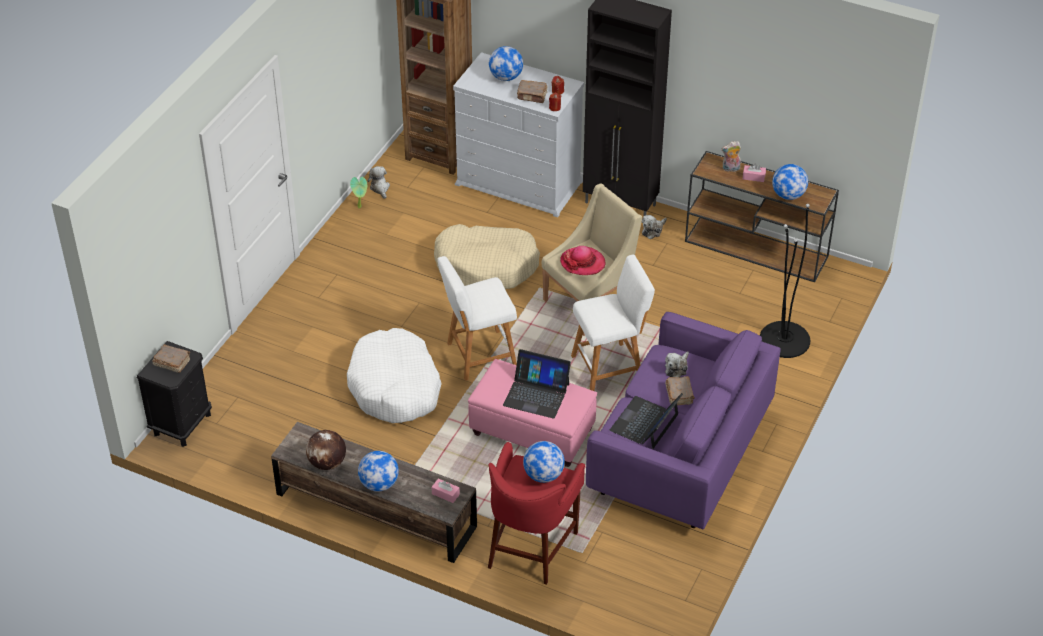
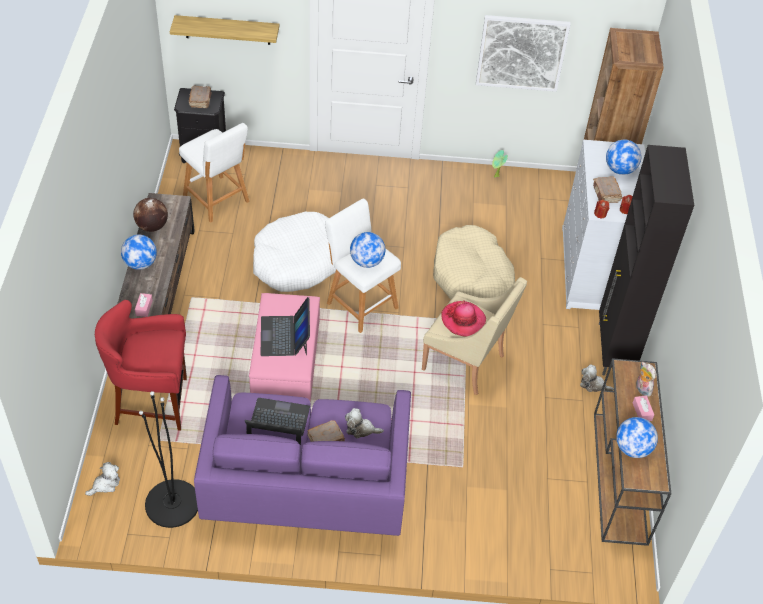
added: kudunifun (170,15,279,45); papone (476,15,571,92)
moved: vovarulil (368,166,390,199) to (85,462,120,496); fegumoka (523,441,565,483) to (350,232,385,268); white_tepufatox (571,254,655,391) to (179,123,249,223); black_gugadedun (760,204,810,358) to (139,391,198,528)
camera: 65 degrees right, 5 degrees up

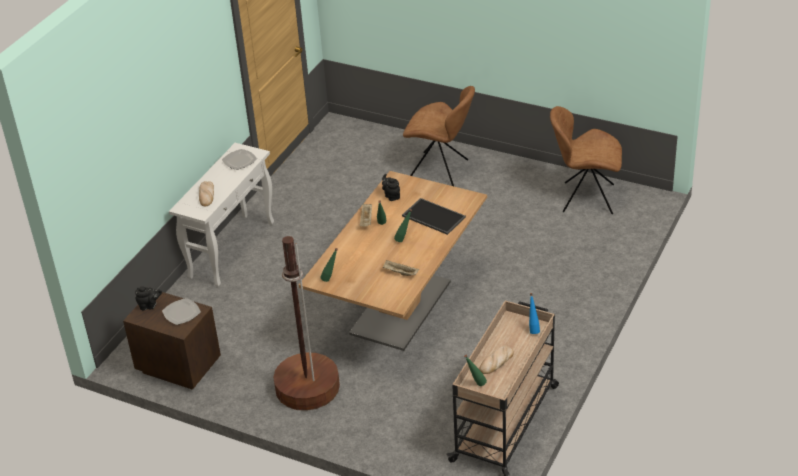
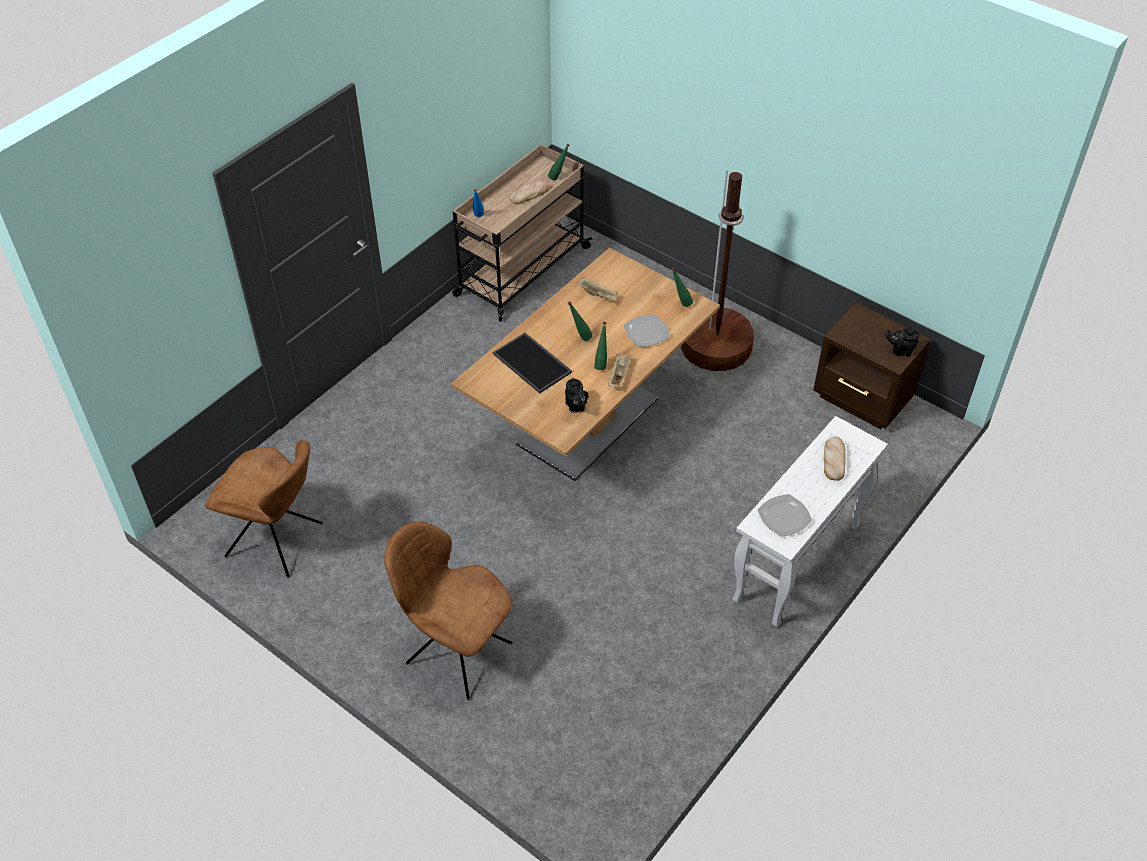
moved: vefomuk (162,298,201,325) to (624,314,670,347)
camera: 170 degrees left, 10 degrees up

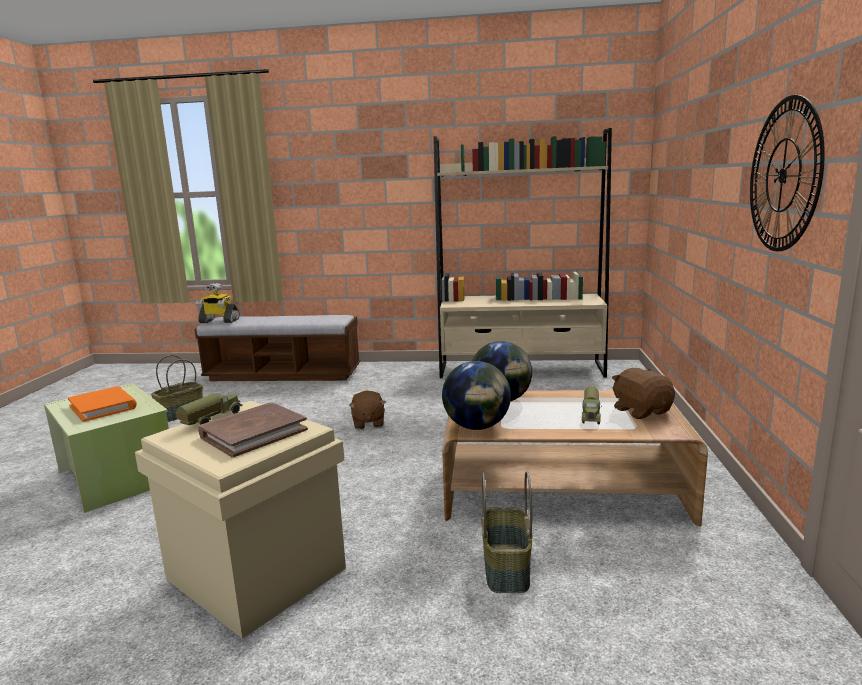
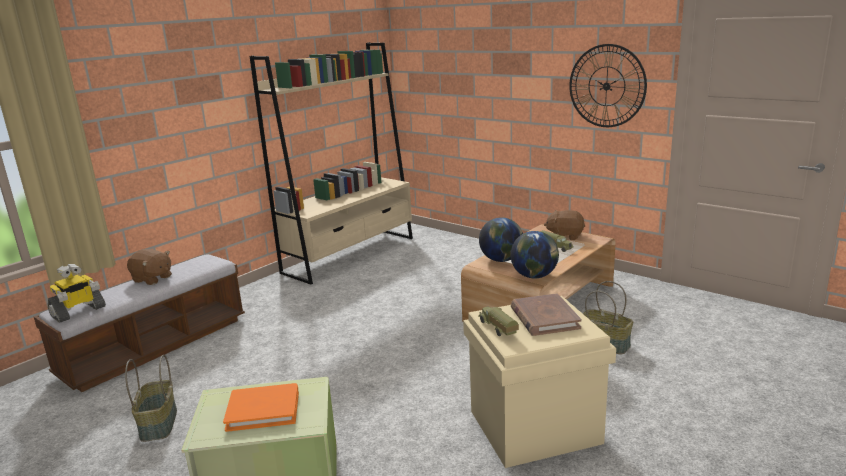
moved: brown_vovarulil (349,391,386,429) to (127,249,172,285)
camera: 55 degrees left, 5 degrees up

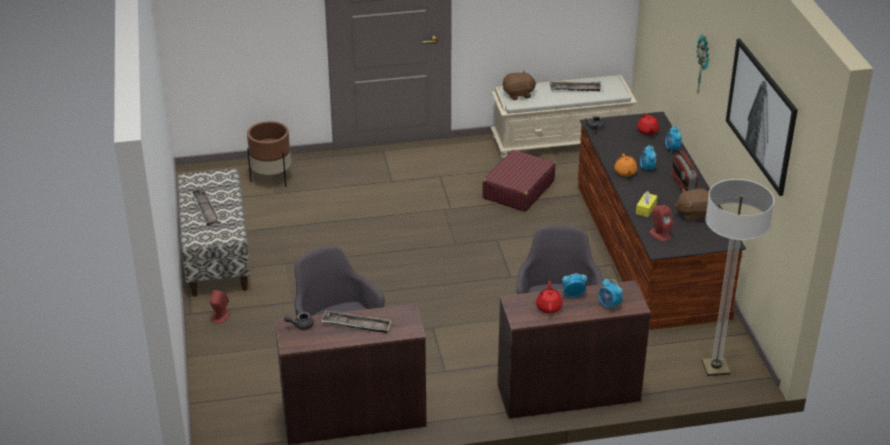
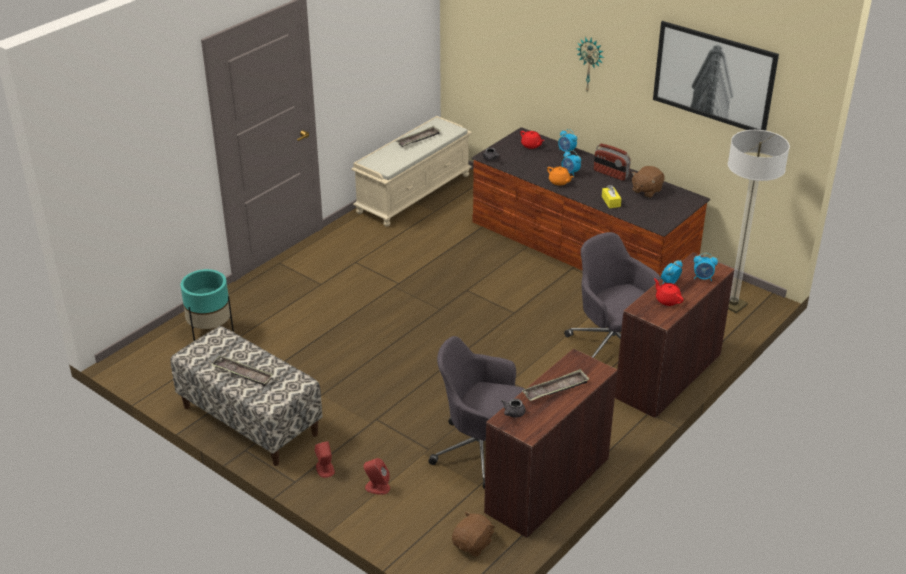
removed: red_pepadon (482,150,556,212)
moved: brown_vovarulil (503,71,537,100) to (452,511,495,557); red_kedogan (650,205,673,241) to (363,458,390,495)
recoloured: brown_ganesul (247,121,291,187) to turquoise_ganesul (181,269,234,341)
camera: 40 degrees left, 0 degrees up

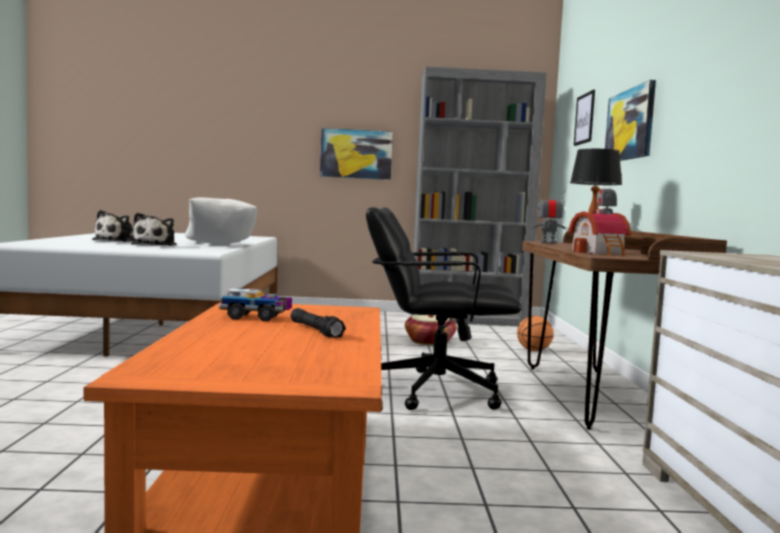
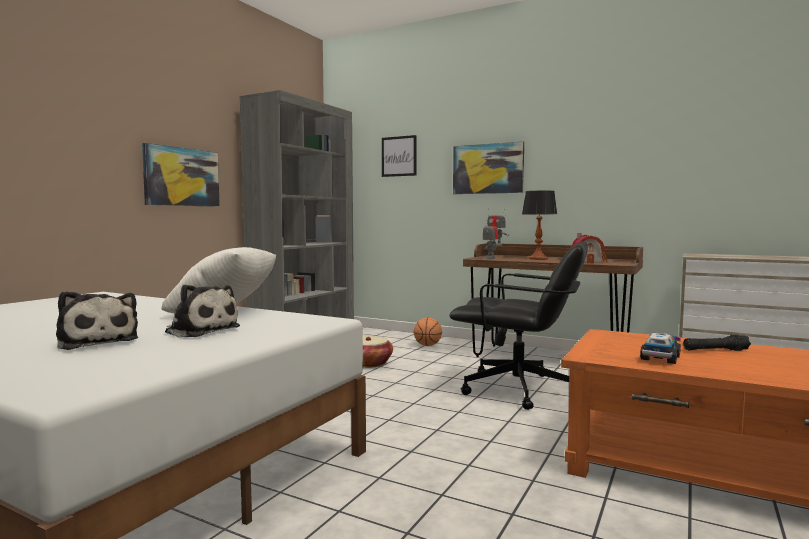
turned: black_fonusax (366,207,522,410) = (449,241,588,410) 105 degrees counterclockwise
camera: 60 degrees left, 0 degrees up

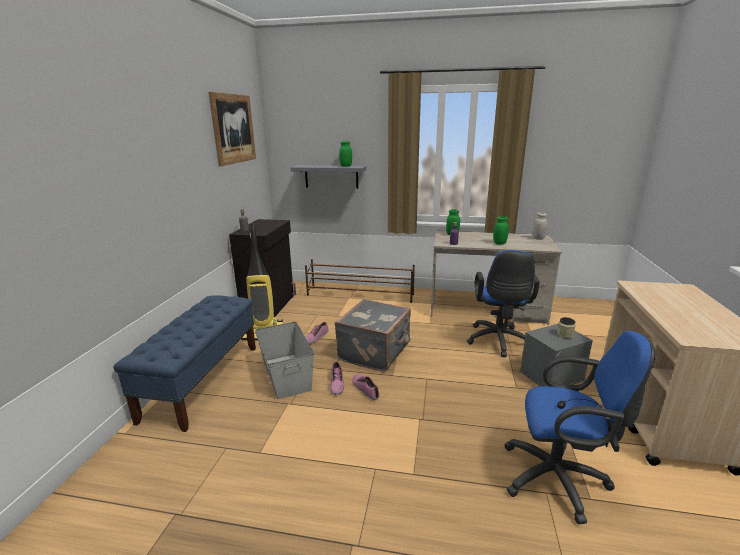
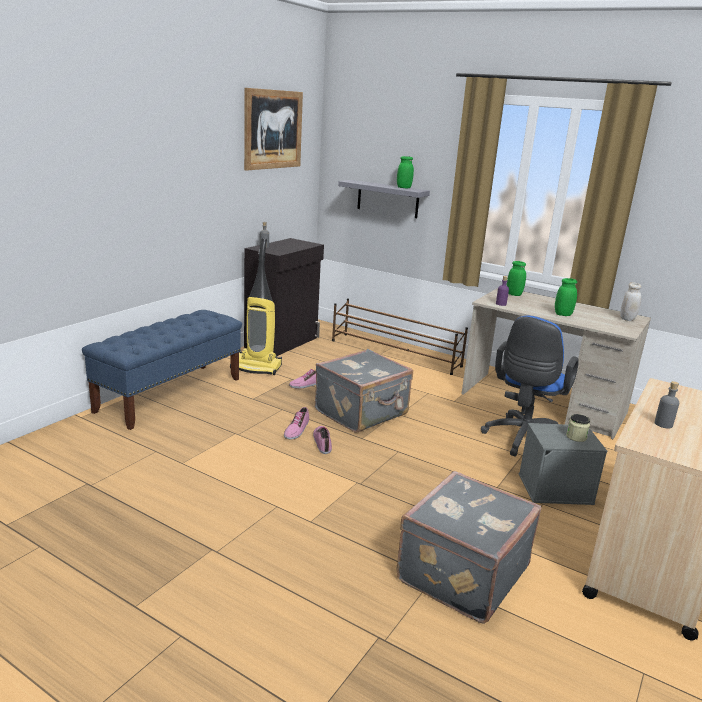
removed: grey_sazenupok (255,322,314,399)
added: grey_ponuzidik (654,381,679,428)
replaced: blue_fonusax (504,331,655,524) to grey_pepadon (396,471,541,624)
camera: 20 degrees right, 0 degrees up

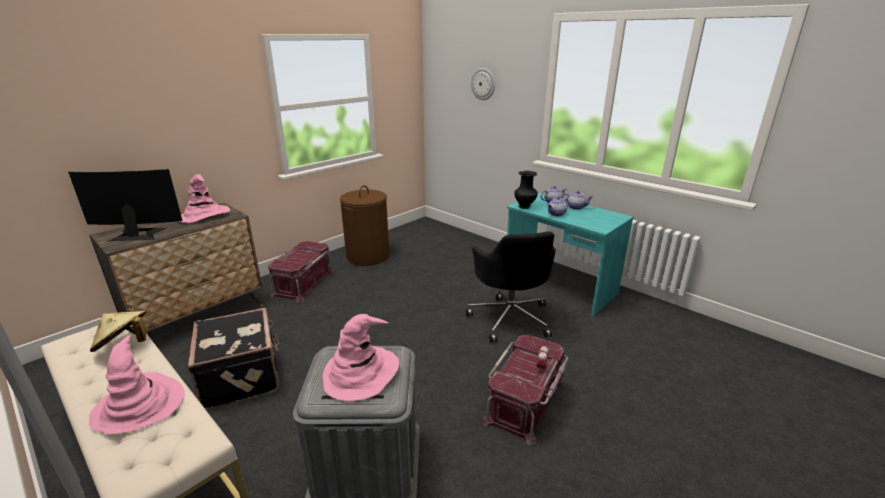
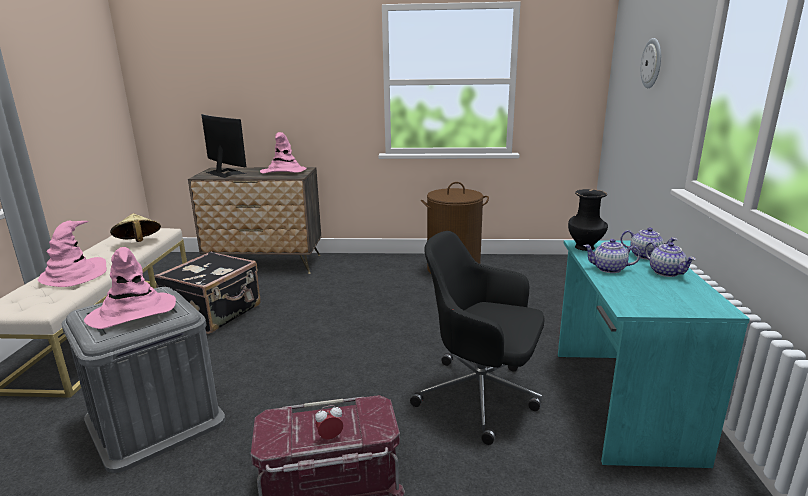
removed: red_sazenupok (267,241,334,302)
turned: black_fonusax (466,231,556,342) = (410,231,545,445) 75 degrees clockwise
camera: 50 degrees right, 5 degrees down

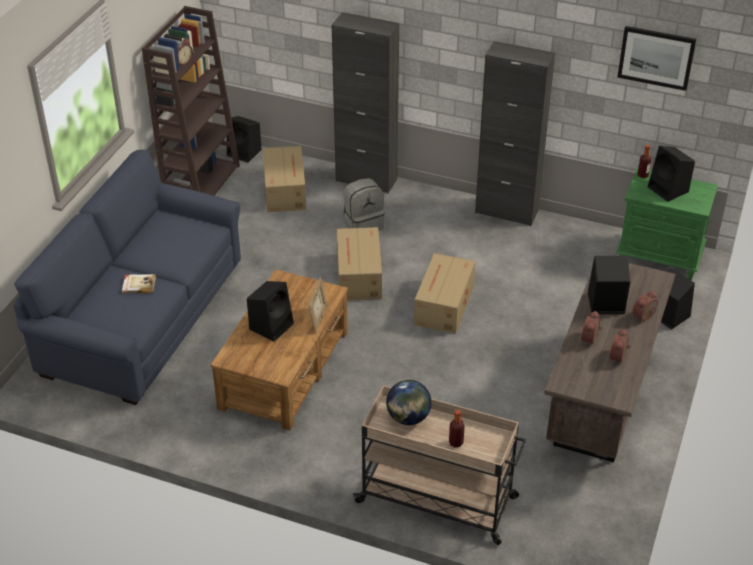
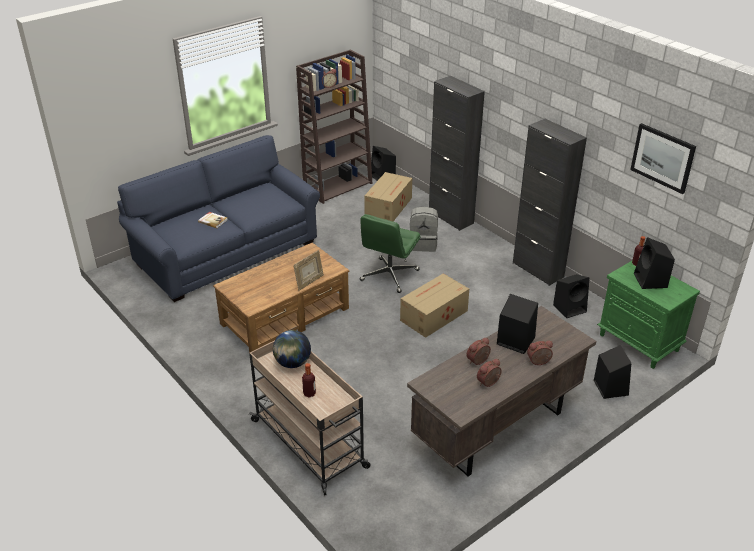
moved: black_kedogan (247,281,294,342) to (553,274,590,318)
replaced: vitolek (337,227,382,300) to green_fonusax (360,214,421,293)
camera: 30 degrees right, 5 degrees down

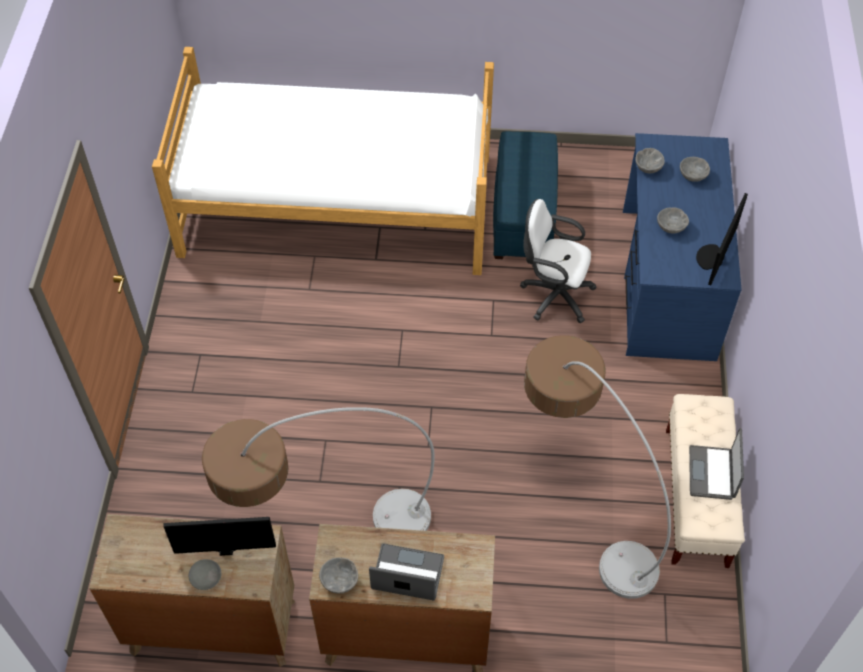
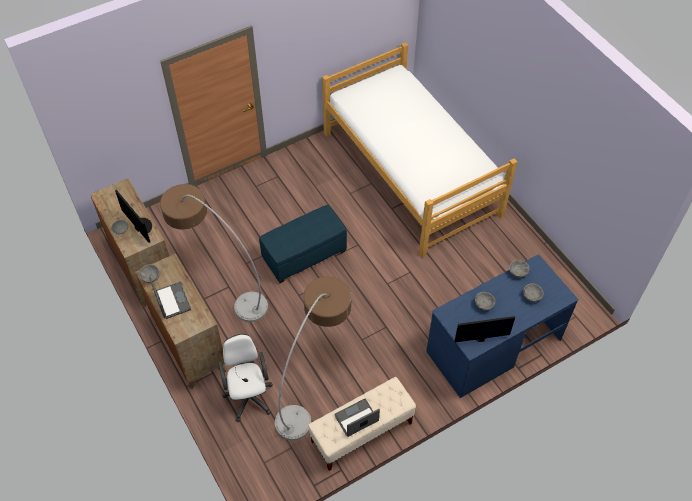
moved: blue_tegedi (493,131,558,259) to (259,205,347,283); white_fonusax (520,199,597,323) to (219,334,273,422)
camera: 55 degrees right, 0 degrees up

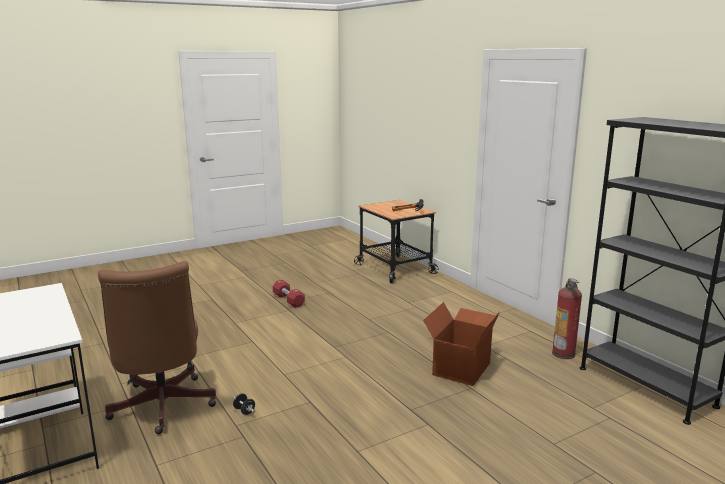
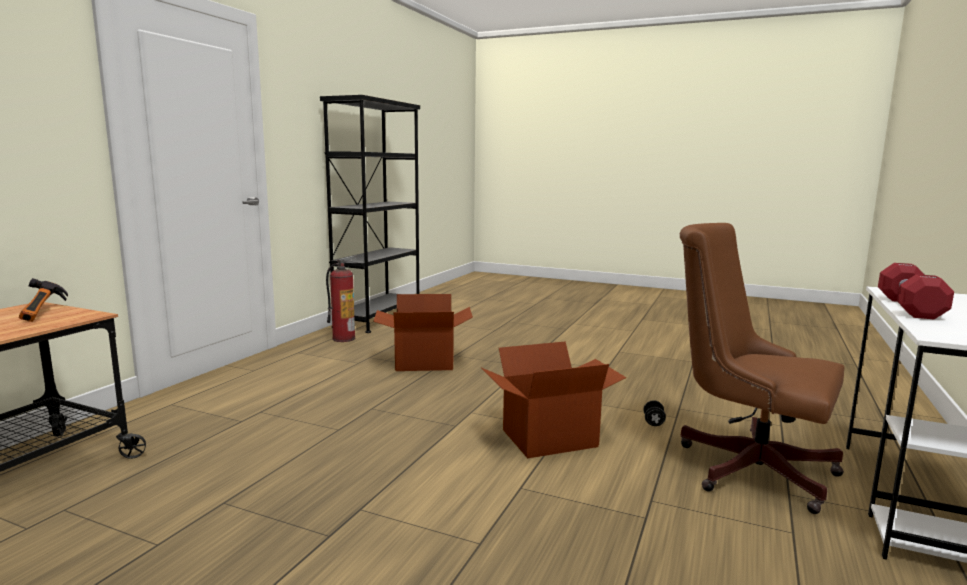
added: vitolek (481,341,626,458)
moved: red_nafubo (273,280,305,308) to (878,263,954,319)
turned: brown_fonusax (98,261,216,434) = (680,223,844,514) 90 degrees counterclockwise
camera: 125 degrees left, 5 degrees down

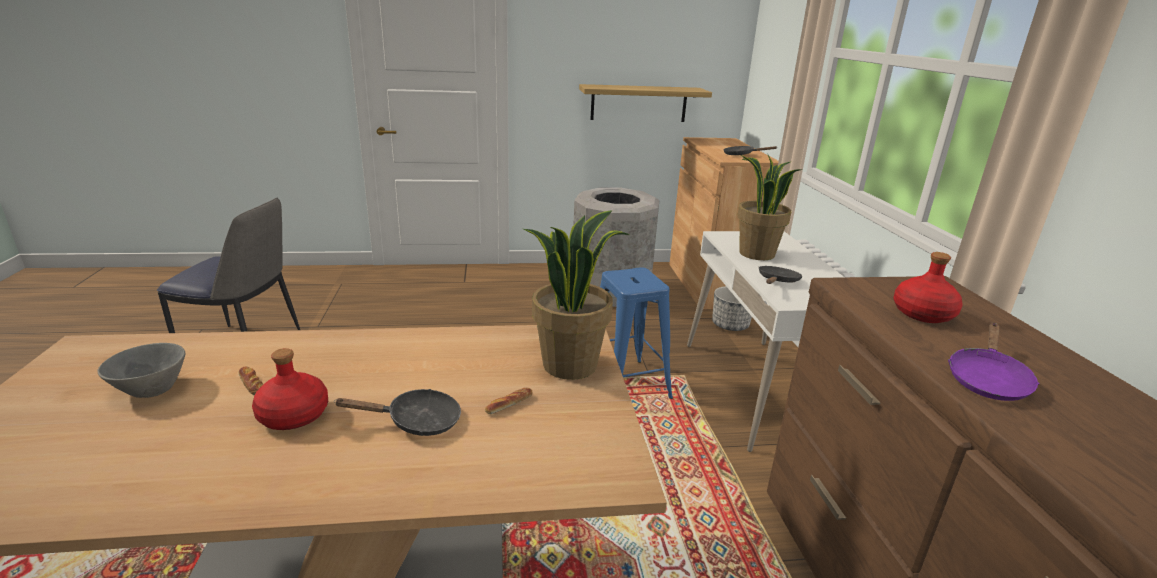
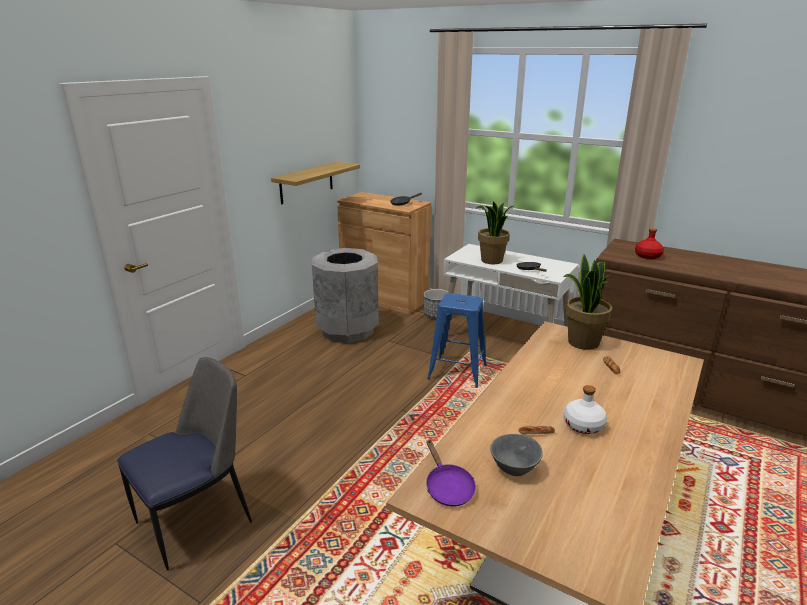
removed: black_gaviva (334,389,461,436)
moved: purple_gaviva (948,323,1040,401) to (426,439,476,507)
recoloured: red_ponuzidik (252,348,328,430) to white_ponuzidik (563,385,607,434)
camera: 50 degrees left, 0 degrees up

